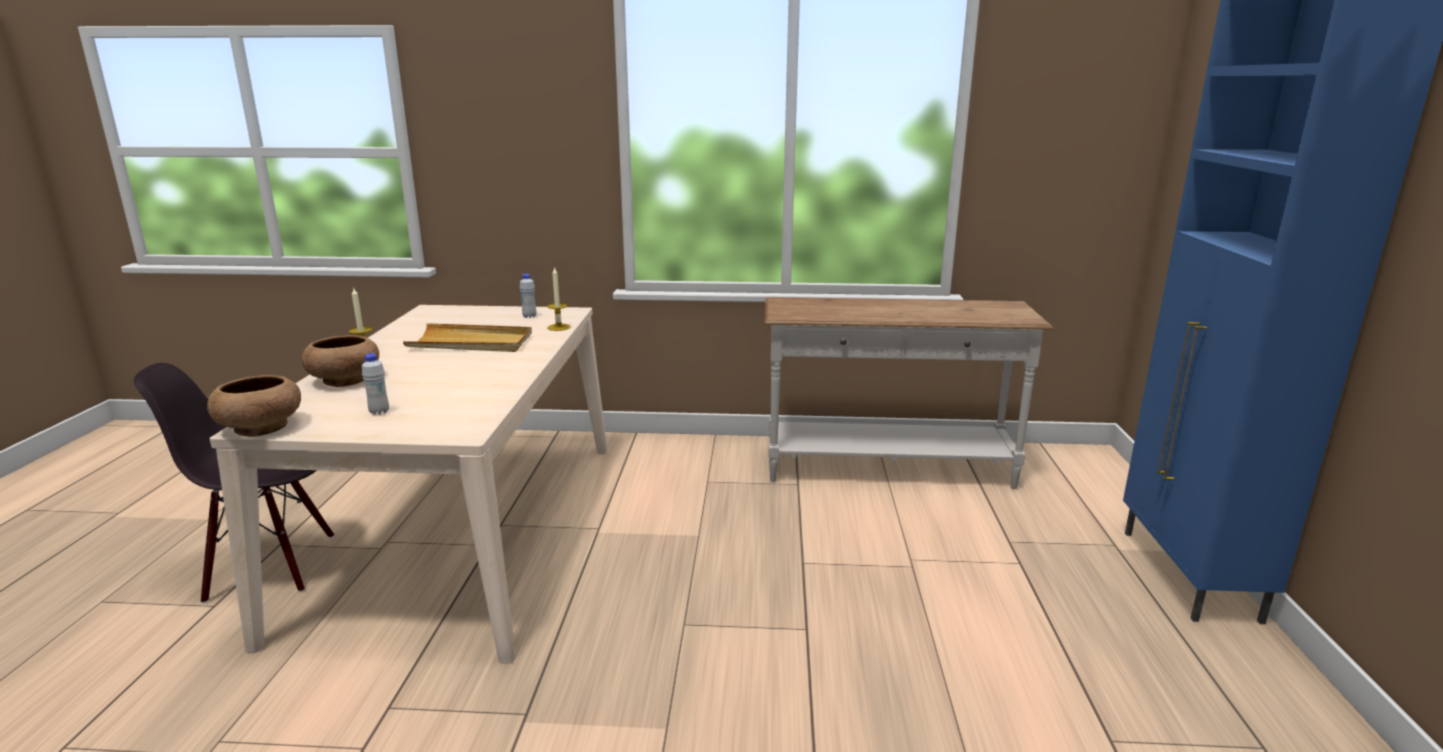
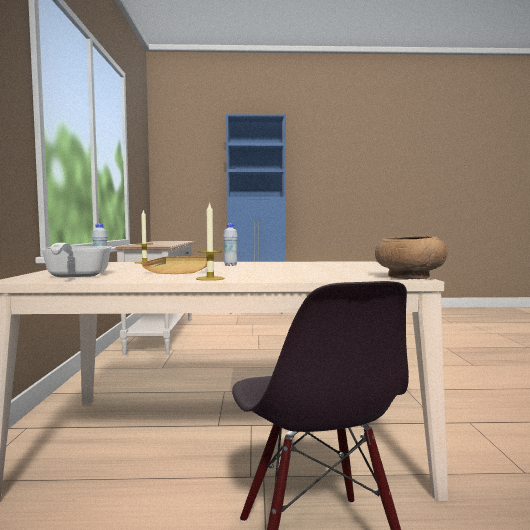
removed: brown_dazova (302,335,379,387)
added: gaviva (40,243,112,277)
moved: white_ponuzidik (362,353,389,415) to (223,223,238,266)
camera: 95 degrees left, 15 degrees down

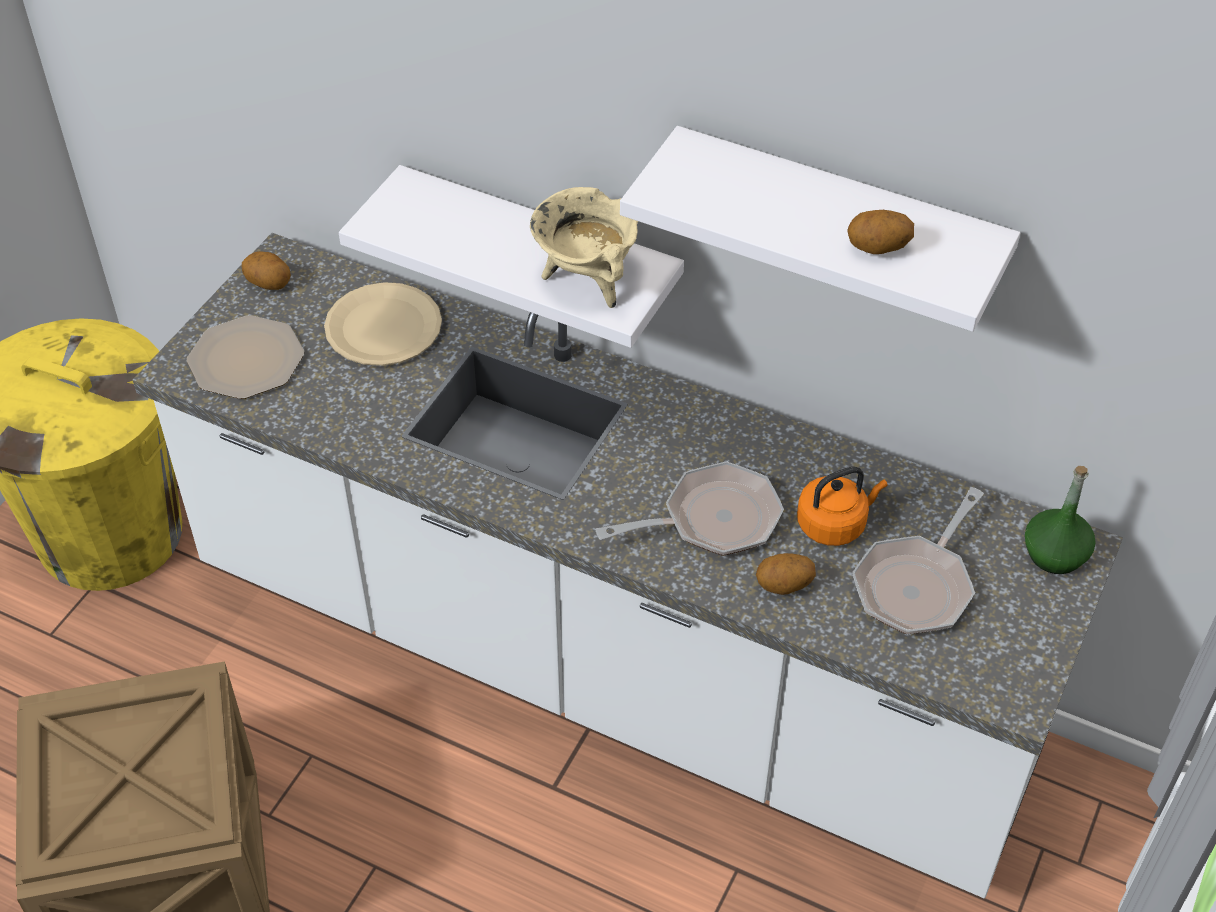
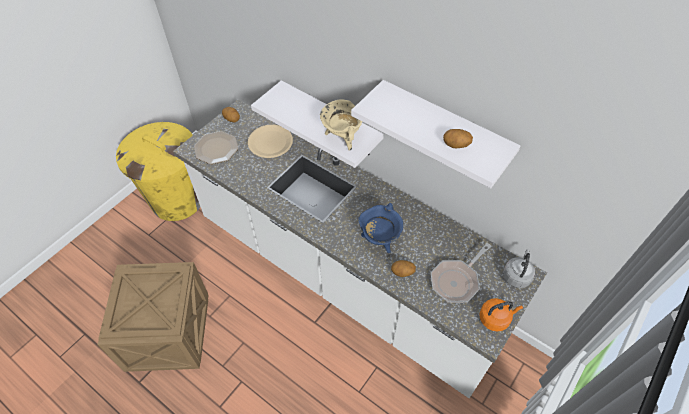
moved: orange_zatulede (797,467,887,546) to (479,298,523,331)
replaced: gaviva (596,461,784,556) to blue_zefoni (358,203,403,253); green_ponuzidik (1025,466,1096,574) to grey_zatulede (503,250,535,288)
camera: 10 degrees right, 5 degrees up

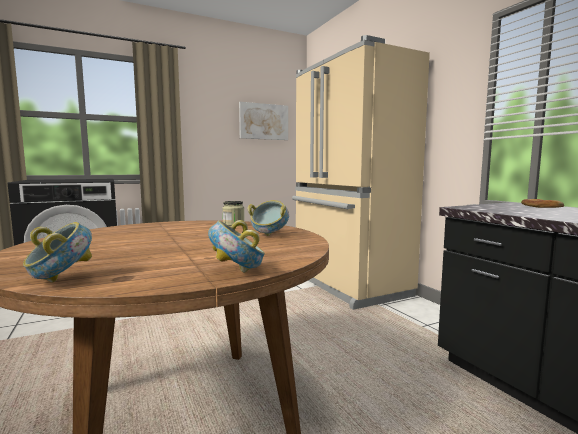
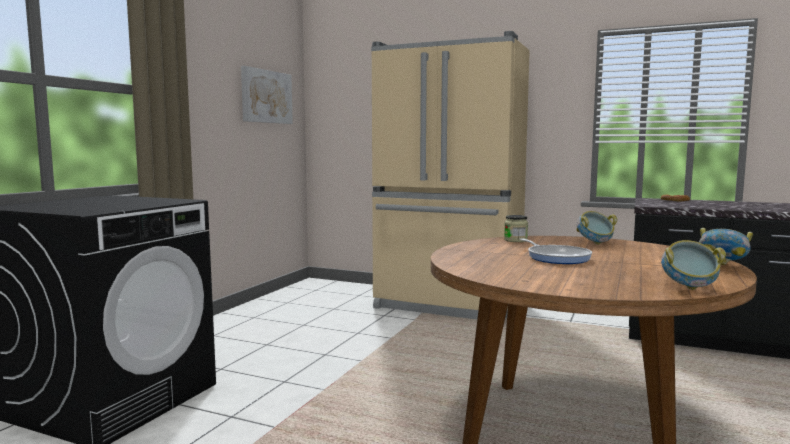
added: gaviva (519,238,592,264)
camera: 40 degrees left, 0 degrees up

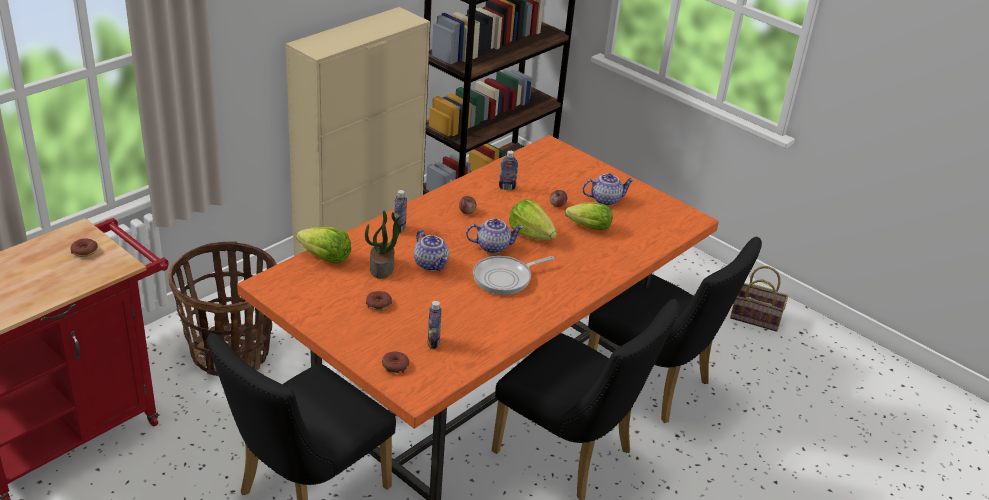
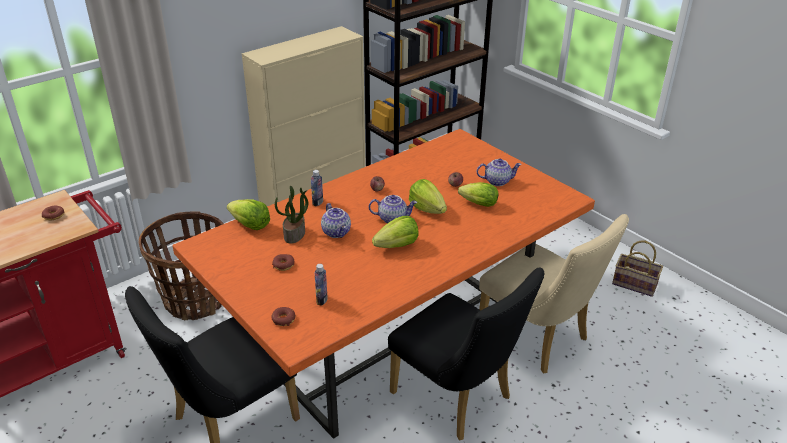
removed: ponuzidik (499,151,518,190)
replaced: gaviva (473,256,555,295) to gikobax (372,216,419,248)
recoloured: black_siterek (588,237,762,423) to beige_siterek (479,214,629,374)
camera: 10 degrees right, 0 degrees up

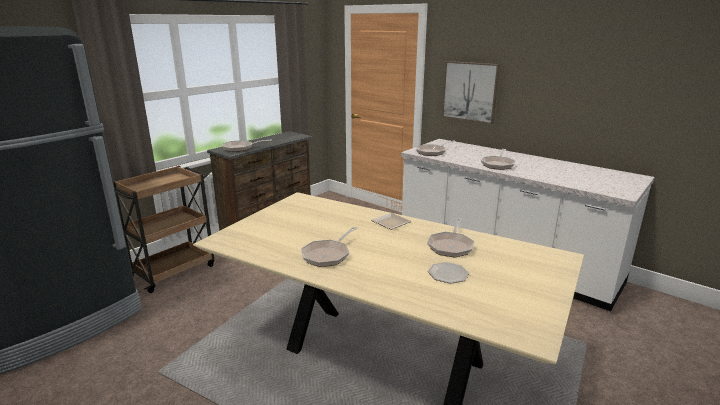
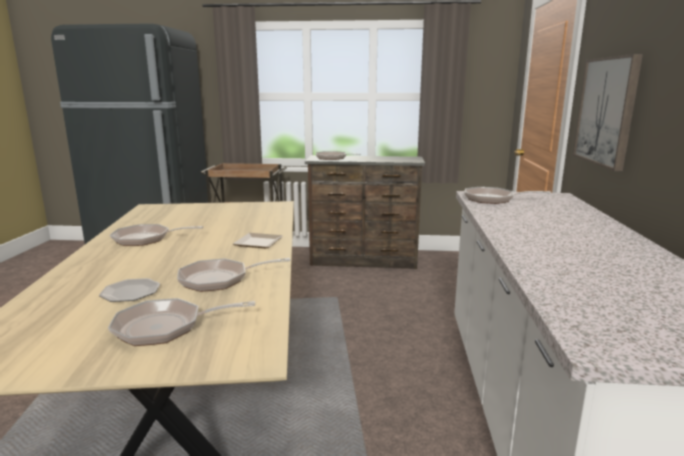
moved: gaviva (481,149,515,170) to (108,298,255,346)
camera: 55 degrees right, 5 degrees down

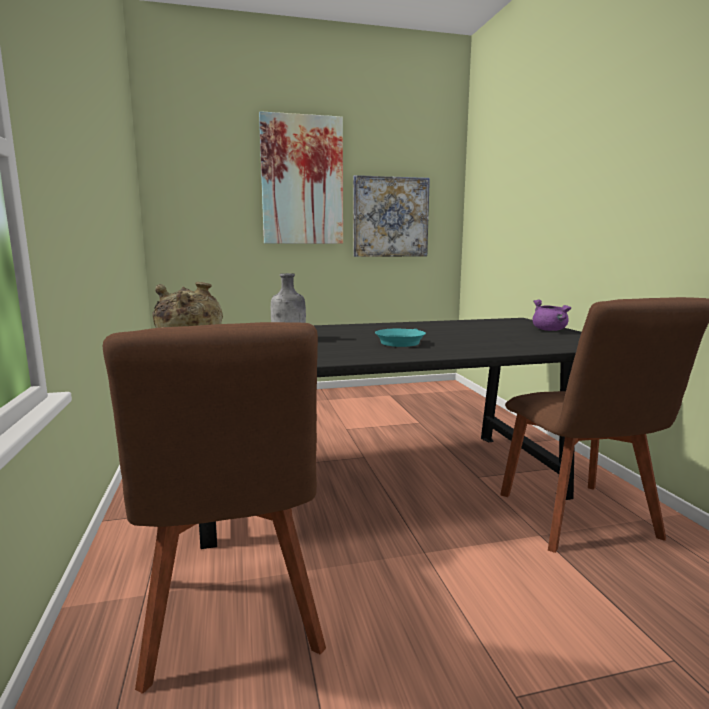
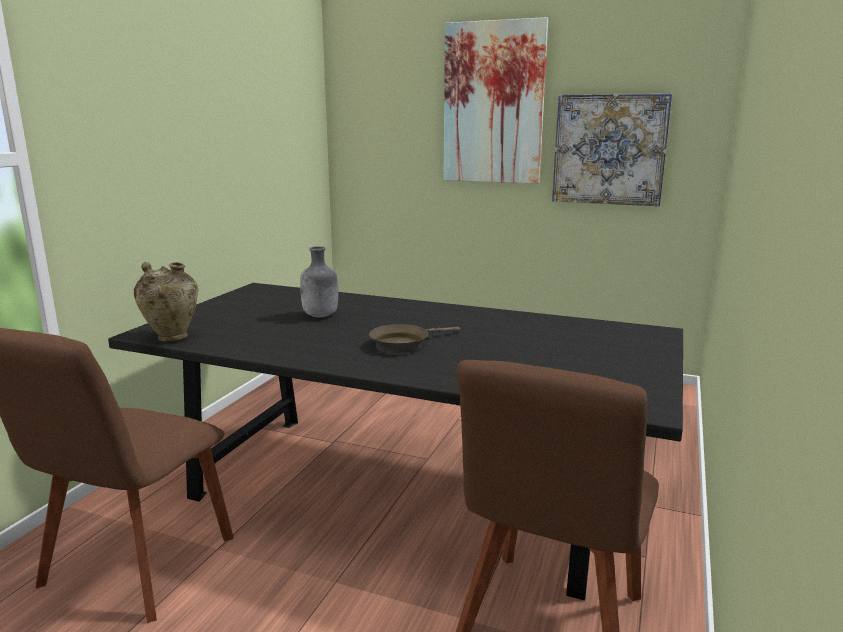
removed: purple_zefoni (532,299,571,331)
recoloured: turquoise_gaviva (375,329,426,347) to brown_gaviva (369,324,460,353)
camera: 35 degrees right, 5 degrees up

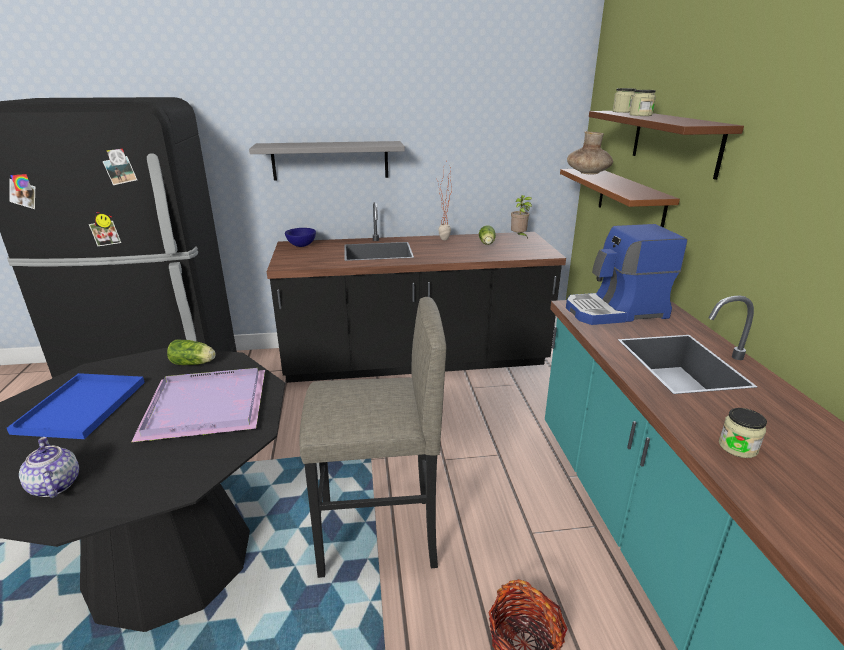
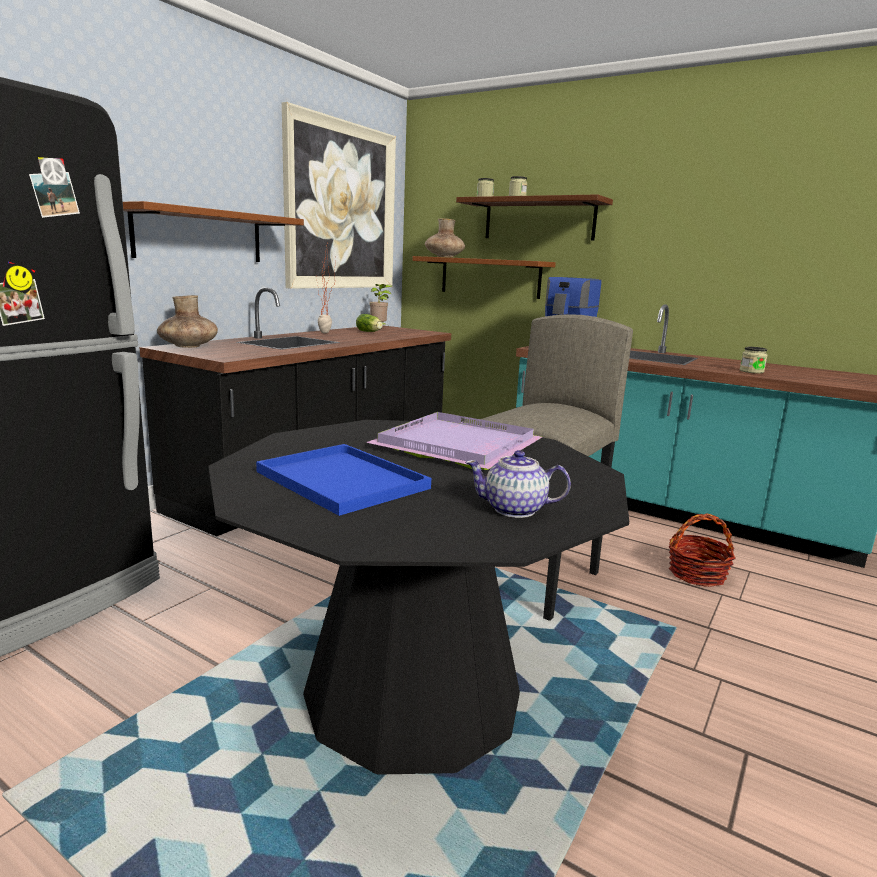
removed: gikobax (167,339,216,365)
added: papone (282,102,396,289)
replaced: blue_dazova (285,228,316,247) to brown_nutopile (157,295,218,348)
recoloured: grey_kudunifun (249,141,405,181) to brown_kudunifun (123,201,304,262)
camera: 50 degrees left, 10 degrees down

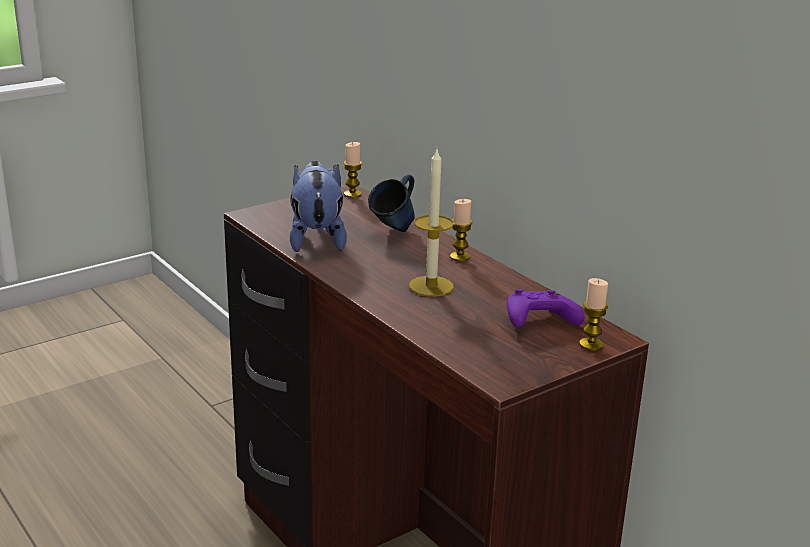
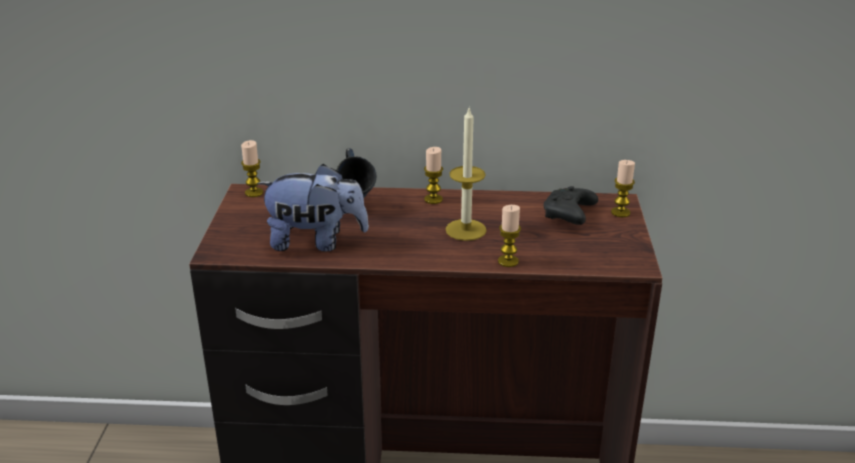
added: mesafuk (498,205,521,267)
recoloured: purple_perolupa (507,289,585,328) to black_perolupa (544,186,598,225)
turned: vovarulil (290,161,347,252) = (257,164,369,251) 150 degrees clockwise
camera: 50 degrees left, 5 degrees up

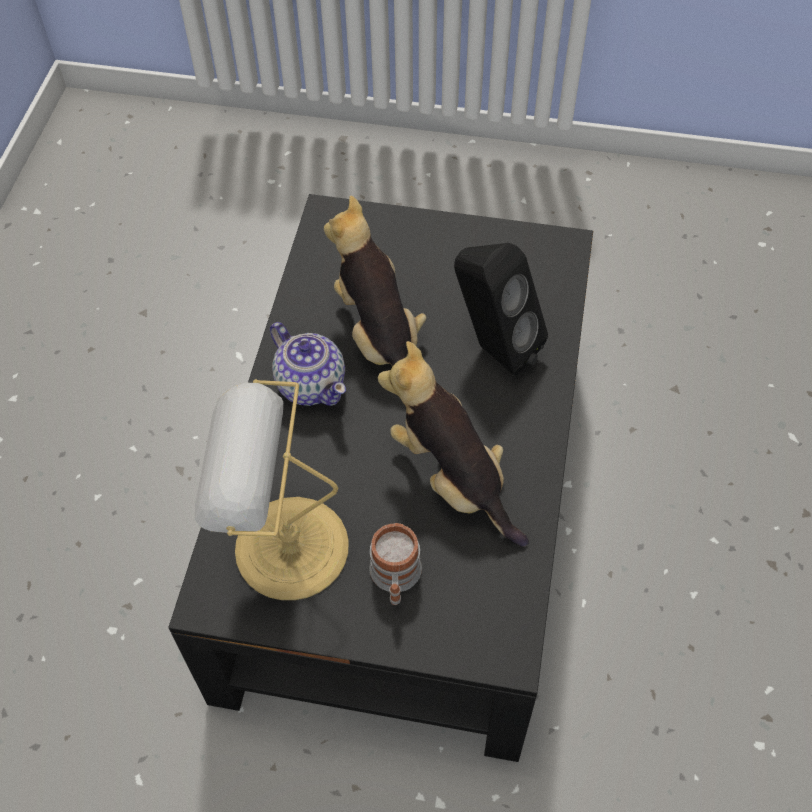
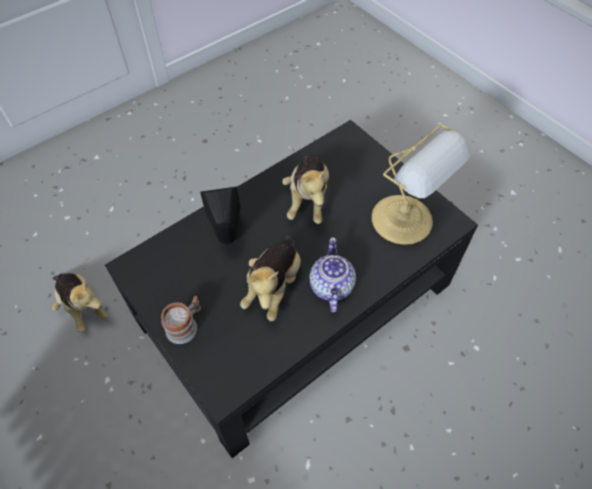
added: vovarulil (52,273,108,332)
moved: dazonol (369,523,422,605) to (161,296,201,344)
camera: 140 degrees left, 0 degrees up

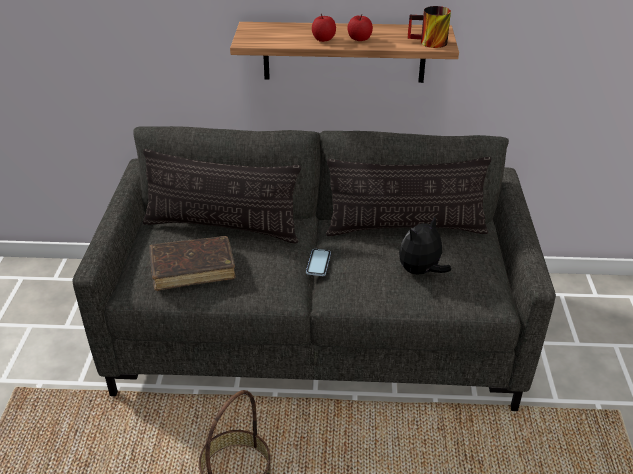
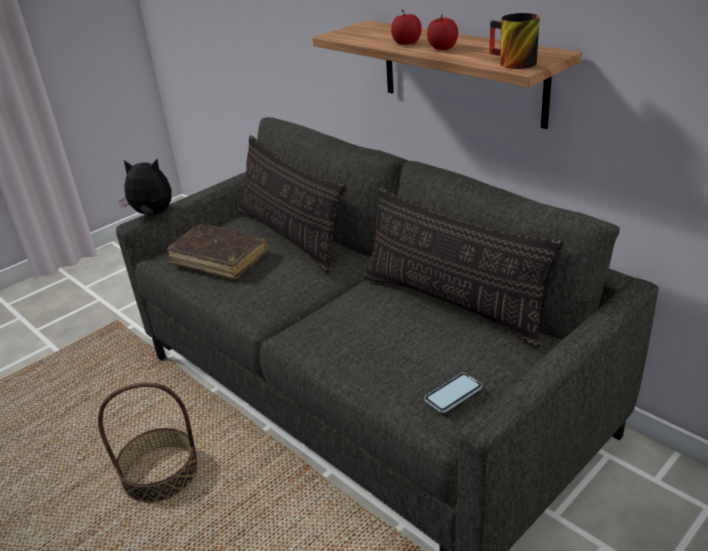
moved: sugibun (306,249,331,276) to (424,373,482,413); vovarulil (399,217,451,275) to (118,158,172,216)
camera: 45 degrees right, 5 degrees down

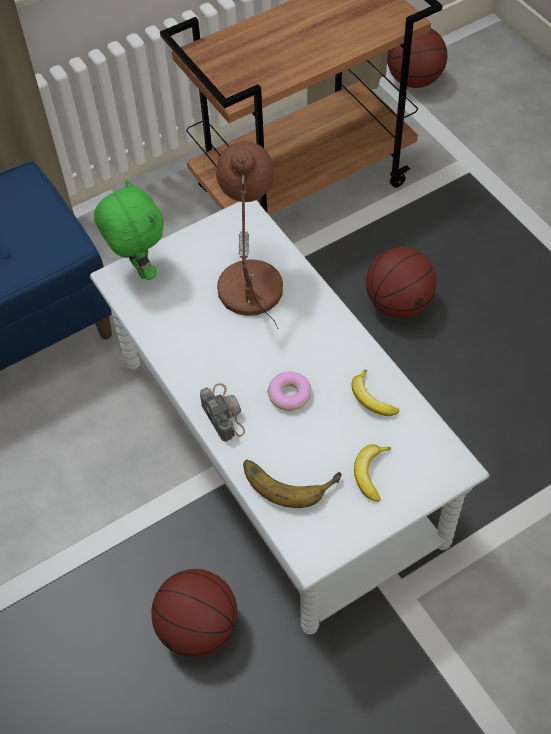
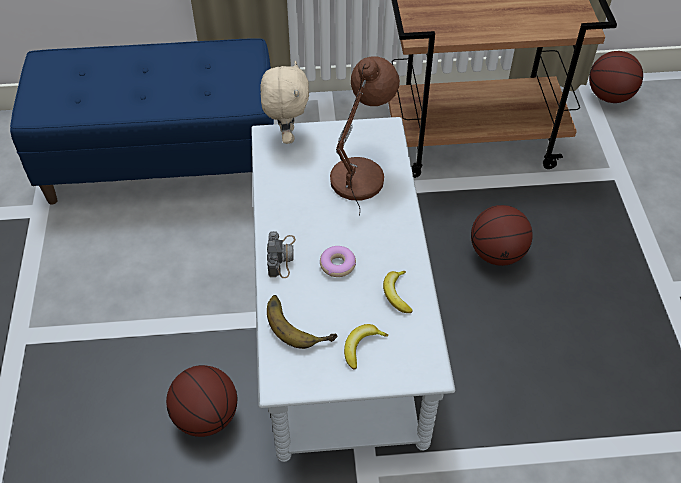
recoloured: green_vovarulil (94,179,164,280) to beige_vovarulil (260,61,309,144)
camera: 25 degrees right, 5 degrees down

